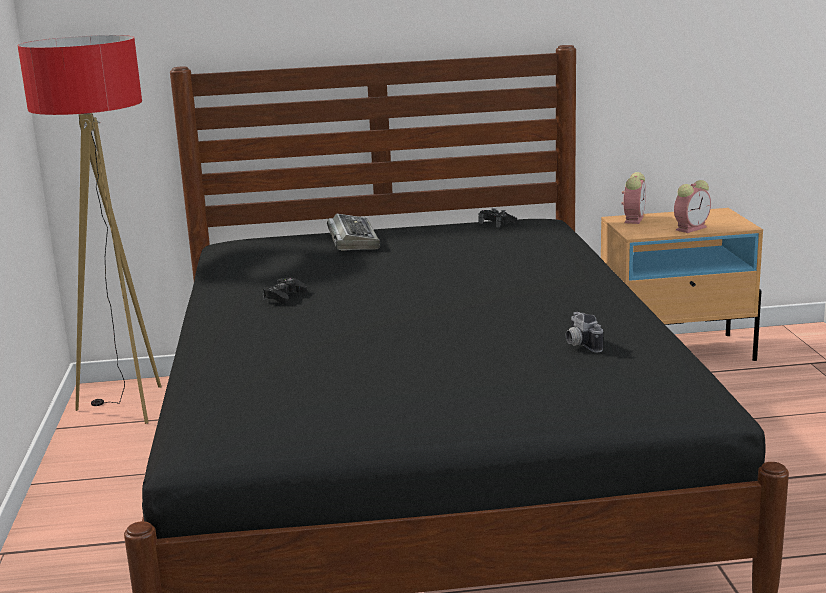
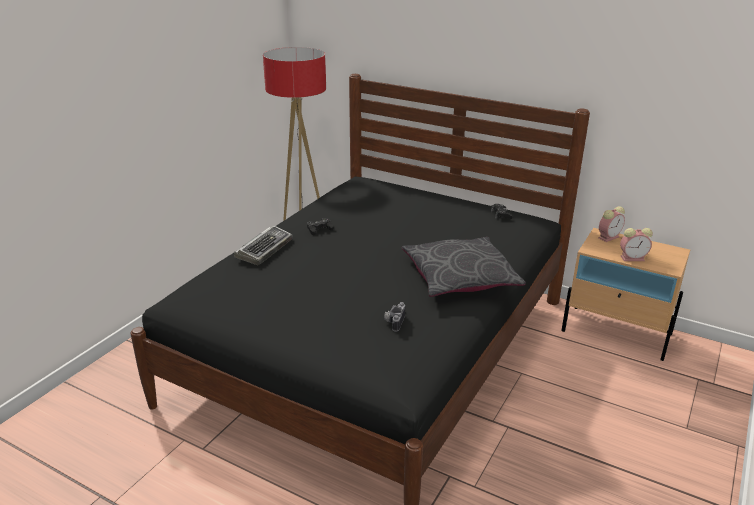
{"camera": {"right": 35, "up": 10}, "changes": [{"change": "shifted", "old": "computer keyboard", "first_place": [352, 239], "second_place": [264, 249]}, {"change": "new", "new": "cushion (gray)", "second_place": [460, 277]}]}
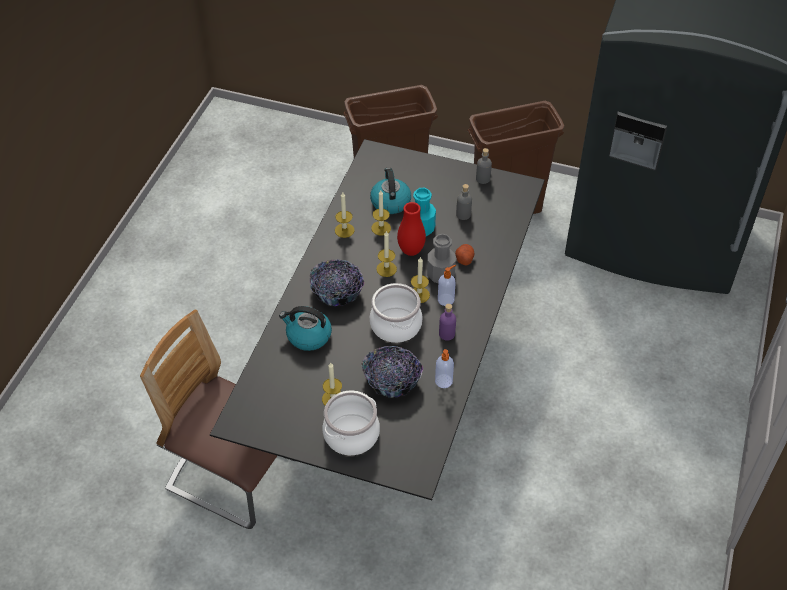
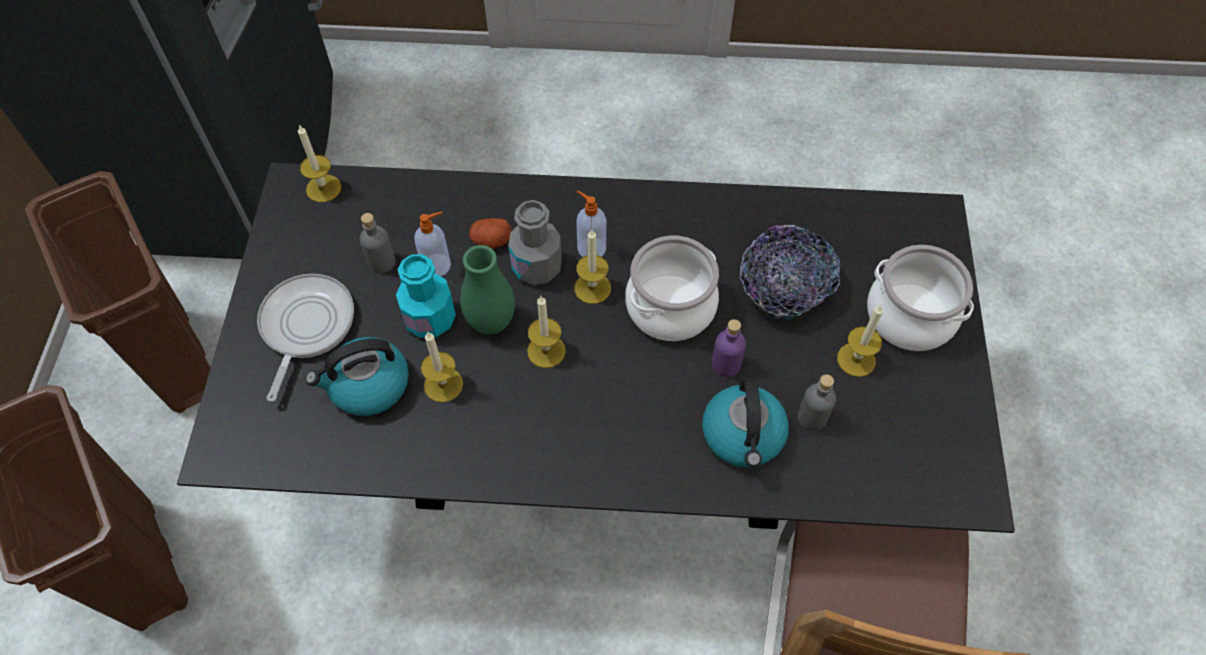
{"camera": {"right": -105, "up": 10}, "changes": [{"change": "gone", "old": "bowl", "first_place": [336, 291]}, {"change": "shifted", "old": "wax light", "first_place": [344, 230], "second_place": [323, 188]}, {"change": "repainted", "old": "flower vase (reddish)", "new": "flower vase (green)", "first_place": [411, 251], "second_place": [491, 322]}, {"change": "shifted", "old": "soap dispenser", "first_place": [444, 382], "second_place": [437, 265]}, {"change": "shifted", "old": "bottle (purple-coloured)", "first_place": [447, 334], "second_place": [726, 364]}, {"change": "shifted", "old": "bottle (gray)", "first_place": [483, 179], "second_place": [812, 417]}, {"change": "new", "new": "skillet", "second_place": [305, 326]}]}
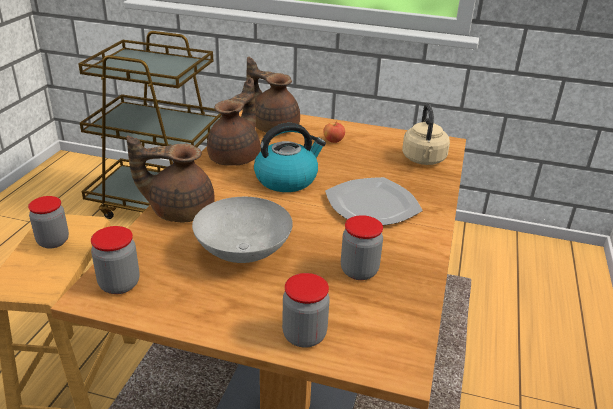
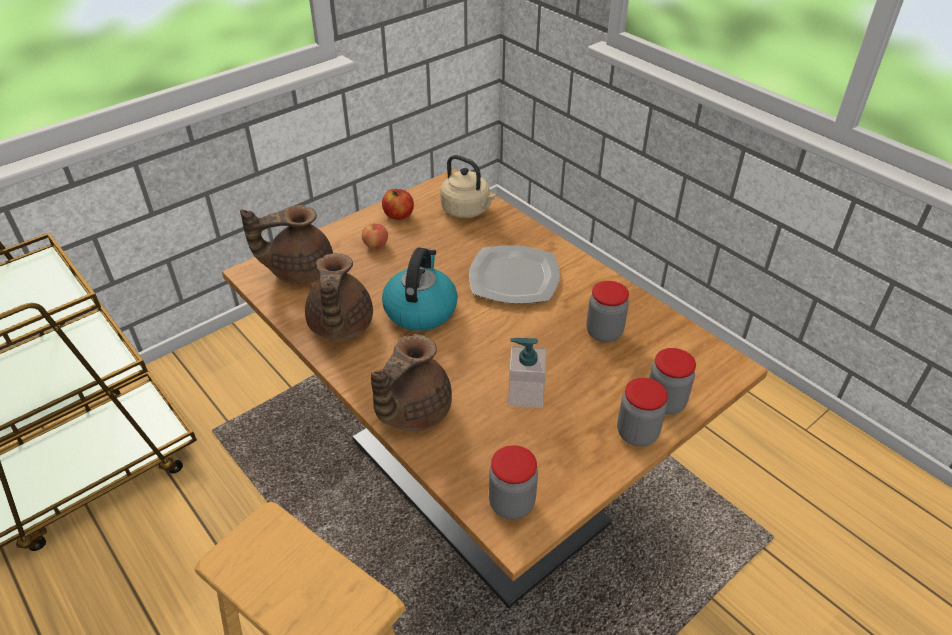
{"camera": {"right": -55, "up": 10}, "changes": [{"change": "shifted", "old": "jar", "first_place": [53, 241], "second_place": [637, 433]}, {"change": "swapped", "old": "bowl (gray)", "new": "soap dispenser", "first_place": [242, 253], "second_place": [525, 394]}, {"change": "rotated", "old": "teapot (brown)", "first_place": [236, 157], "second_place": [339, 327], "degrees": -150}, {"change": "new", "new": "apple", "second_place": [398, 215]}]}
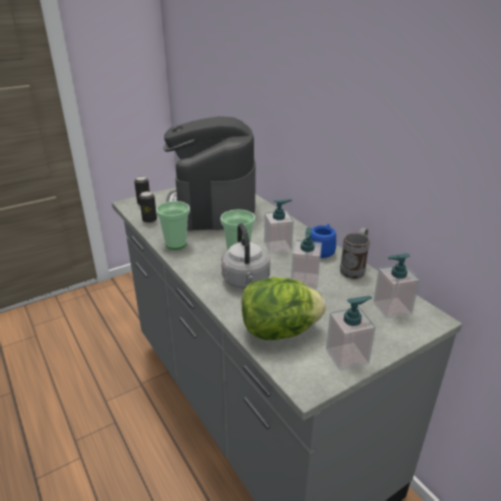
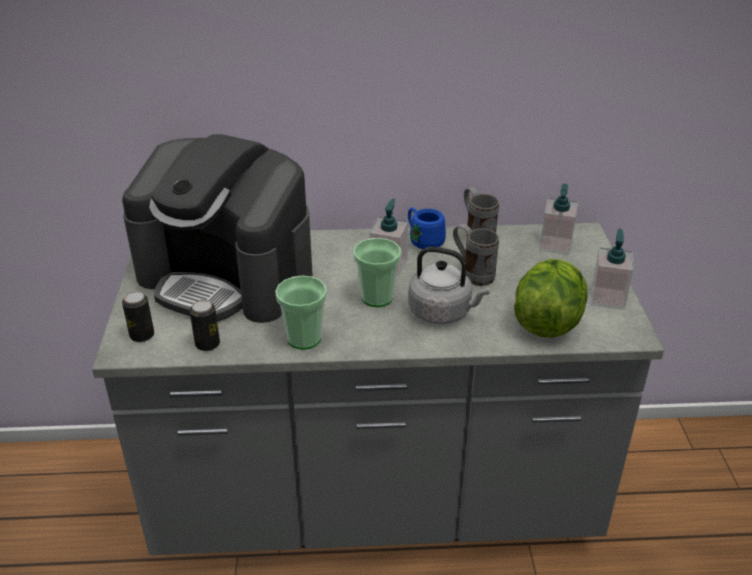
{"camera": {"right": -60, "up": 5}, "changes": [{"change": "swapped", "old": "soap dispenser", "new": "coffee mug (gray)", "first_place": [305, 280], "second_place": [472, 274]}]}
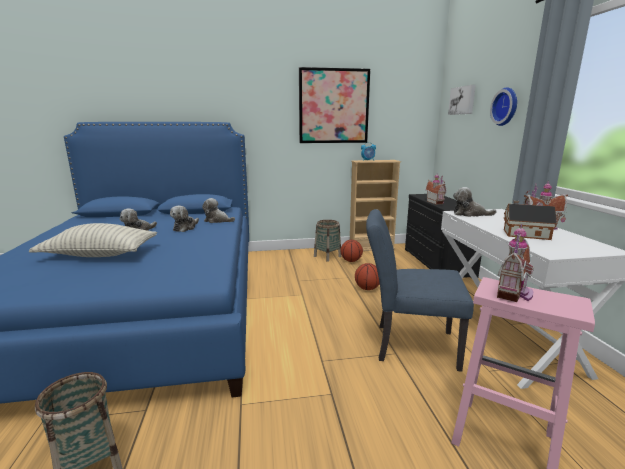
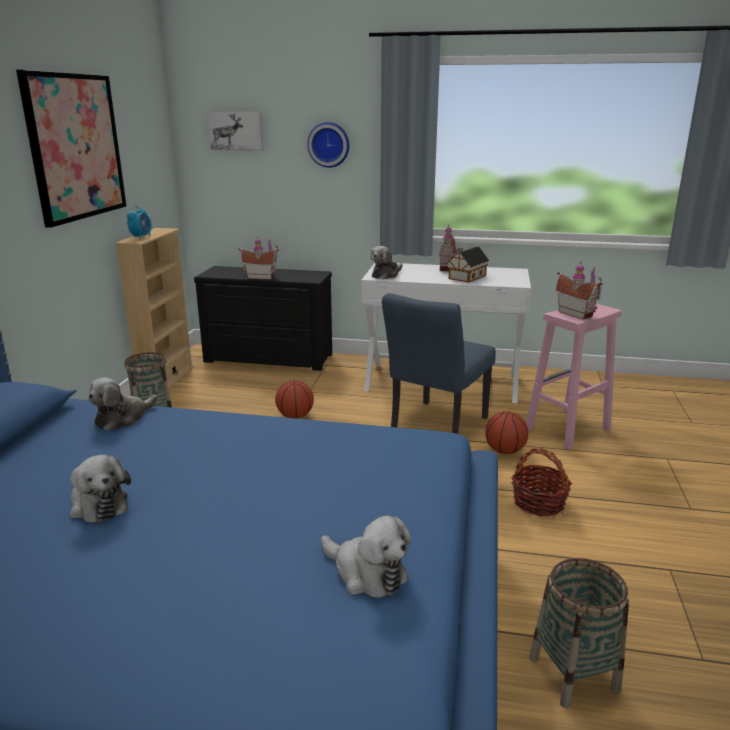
{"camera": {"right": -70, "up": 5}, "changes": [{"change": "gone", "old": "cushion", "first_place": [100, 255]}, {"change": "shifted", "old": "plush toy", "first_place": [185, 228], "second_place": [366, 573]}, {"change": "shifted", "old": "basketball", "first_place": [351, 261], "second_place": [504, 451]}, {"change": "new", "new": "basket", "second_place": [538, 503]}]}
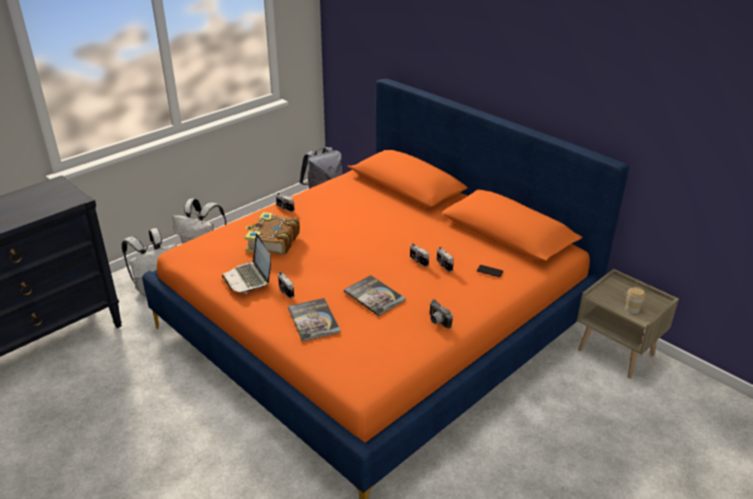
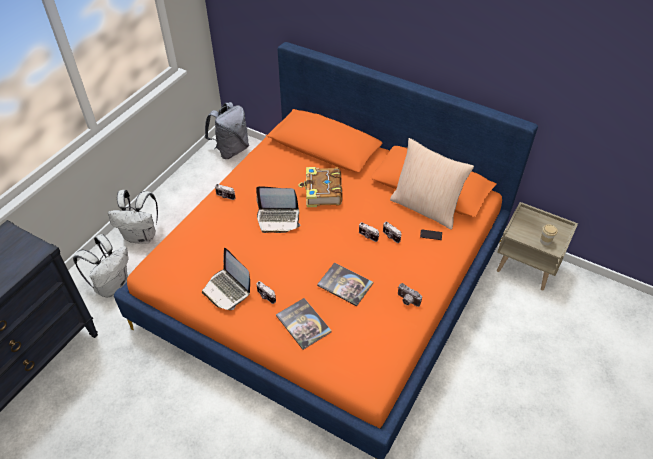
{"camera": {"right": -15, "up": 15}, "changes": [{"change": "shifted", "old": "volume", "first_place": [272, 242], "second_place": [322, 192]}, {"change": "new", "new": "laptop", "second_place": [278, 219]}, {"change": "new", "new": "cushion (beige-coloured)", "second_place": [425, 207]}]}
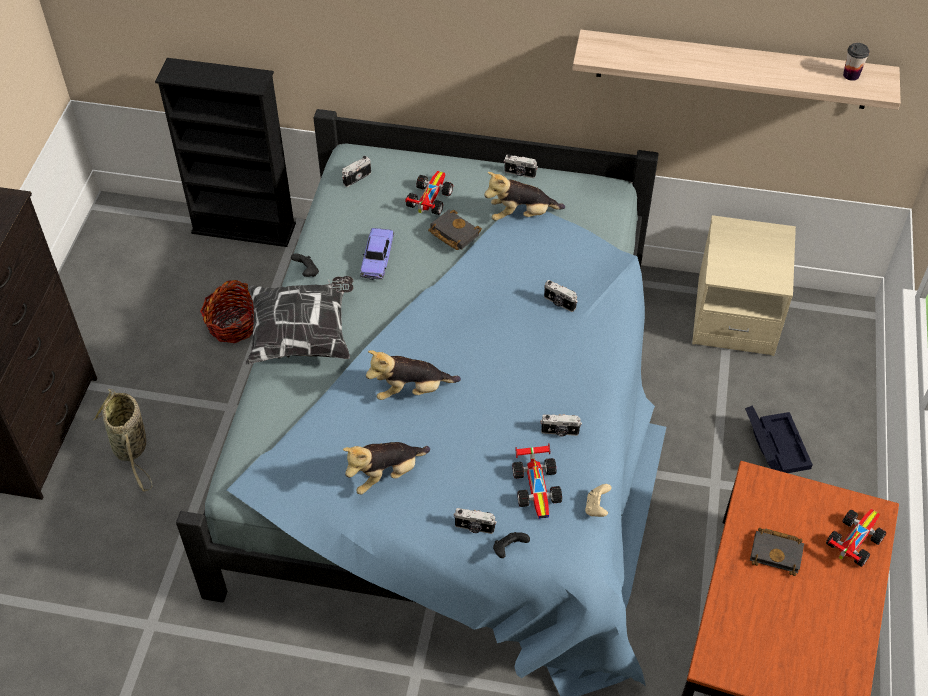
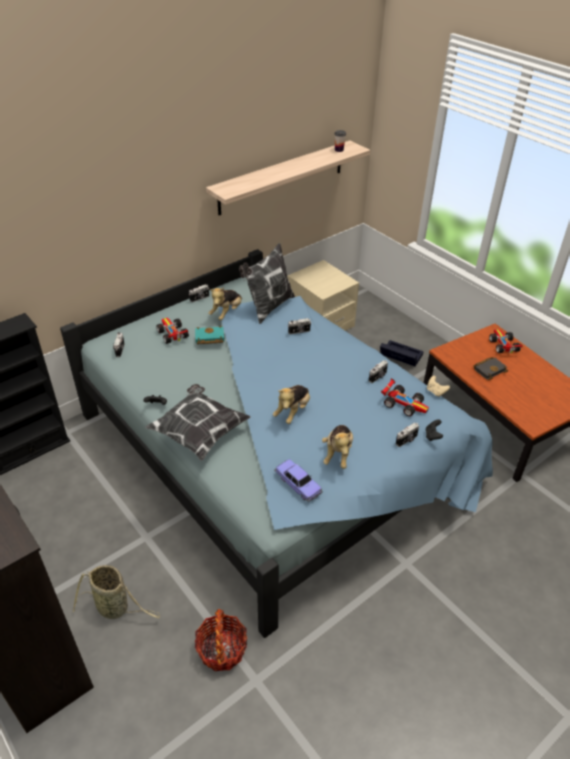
{"camera": {"right": -50, "up": -10}, "changes": [{"change": "shifted", "old": "basket", "first_place": [233, 324], "second_place": [222, 649]}, {"change": "shifted", "old": "model car", "first_place": [377, 259], "second_place": [298, 484]}, {"change": "repainted", "old": "volume (black-coloured)", "new": "volume (blue-green)", "first_place": [452, 233], "second_place": [209, 338]}, {"change": "new", "new": "cushion", "second_place": [268, 307]}]}
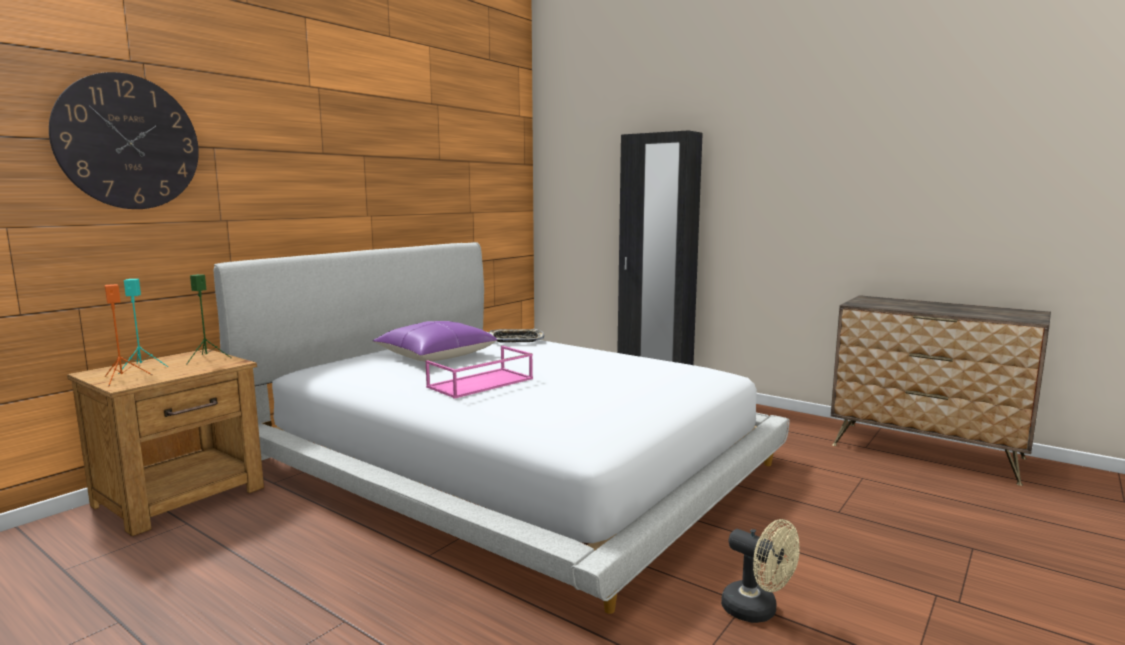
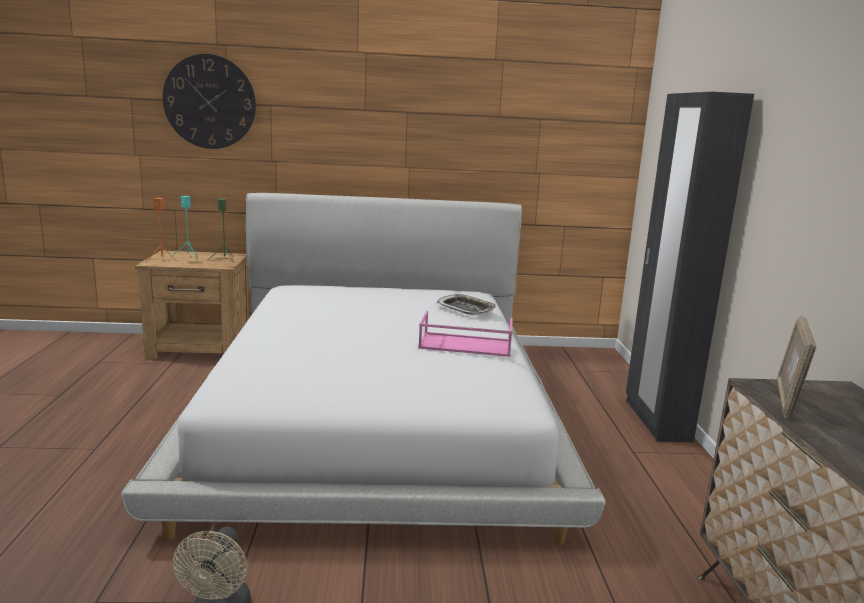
{"camera": {"right": 50, "up": 5}, "changes": [{"change": "gone", "old": "cushion (purple-coloured)", "first_place": [435, 355]}, {"change": "shifted", "old": "tray (pink)", "first_place": [480, 383], "second_place": [464, 345]}, {"change": "new", "new": "picture frame", "second_place": [787, 401]}]}
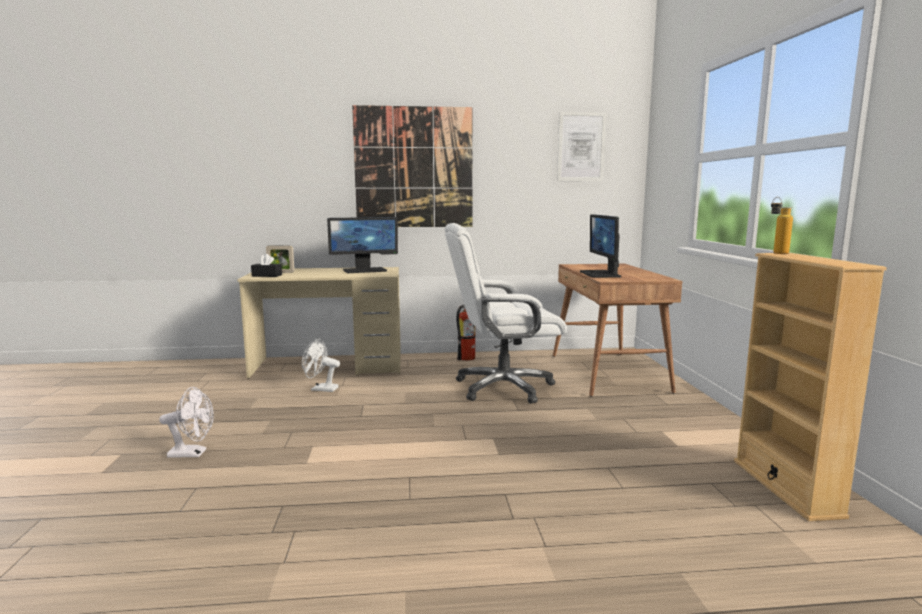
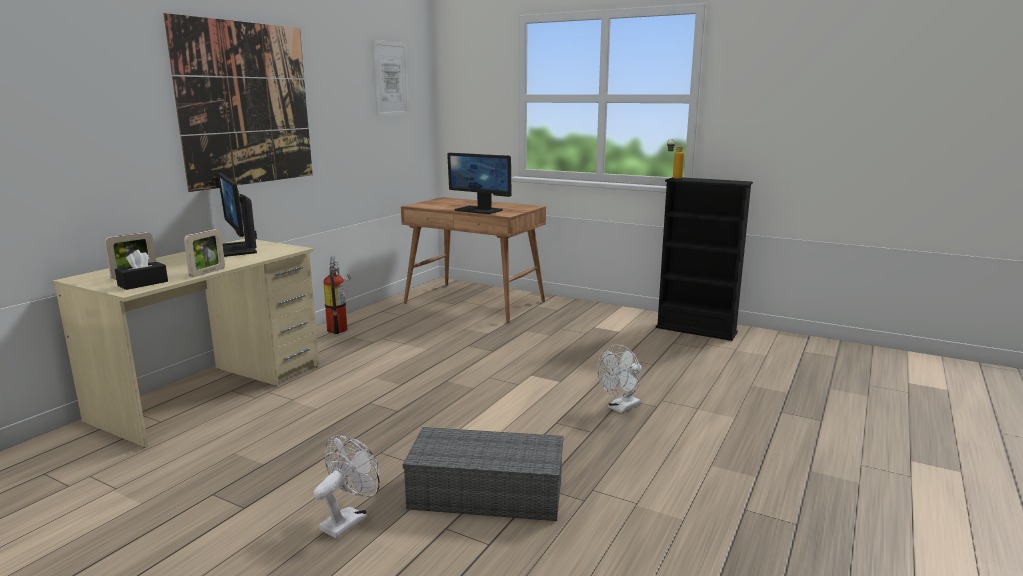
{"camera": {"right": -55, "up": 5}, "changes": [{"change": "shifted", "old": "electric fan (whitish)", "first_place": [320, 389], "second_place": [621, 408]}, {"change": "rotated", "old": "computer screen", "first_place": [365, 270], "second_place": [235, 249], "degrees": 135}, {"change": "gone", "old": "computer chair (whitish)", "first_place": [502, 387]}, {"change": "repainted", "old": "shelving unit (beige-coloured)", "new": "shelving unit (black-coloured)", "first_place": [786, 487], "second_place": [696, 330]}, {"change": "new", "new": "picture frame", "second_place": [207, 272]}, {"change": "new", "new": "storage bin (gray)", "second_place": [484, 494]}]}
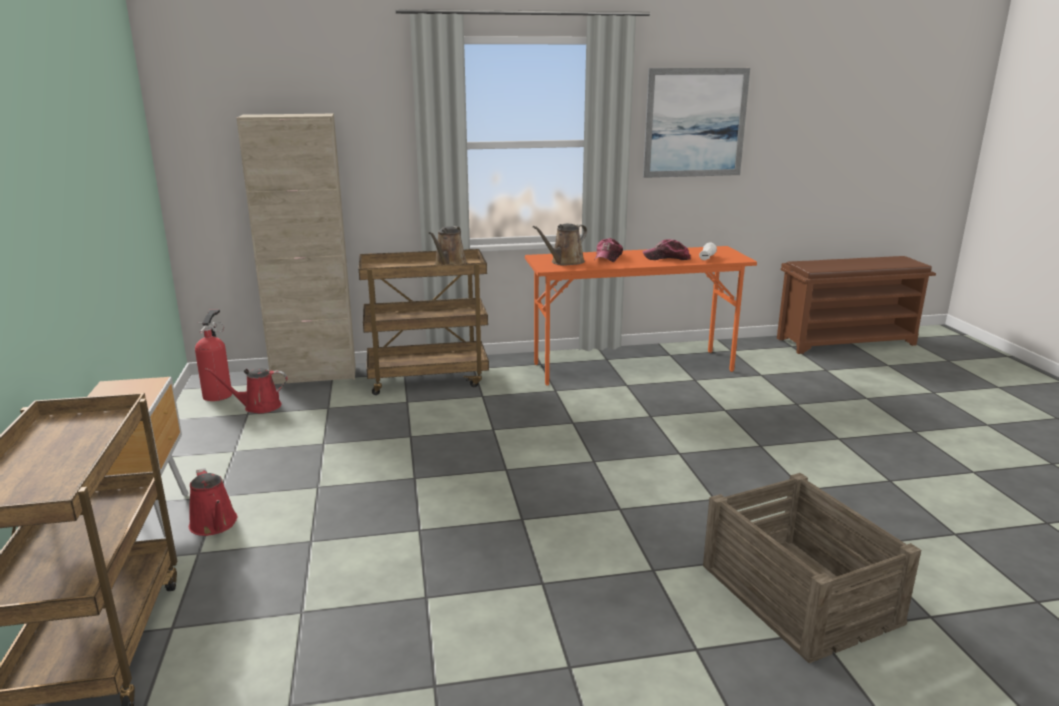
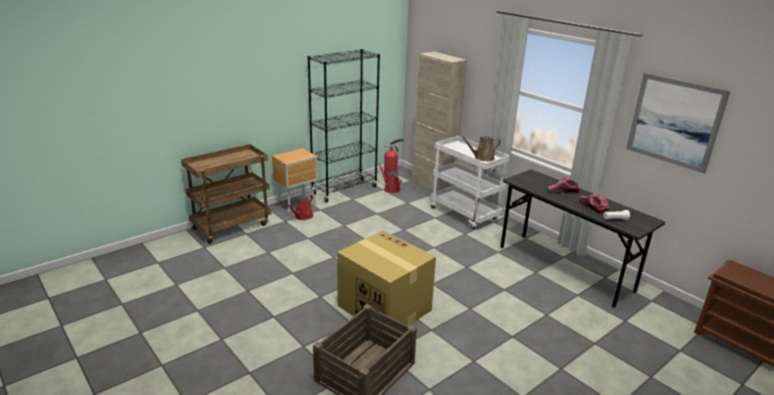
{"camera": {"right": 60, "up": 5}, "changes": [{"change": "repainted", "old": "cart (brown)", "new": "cart (whitish)", "first_place": [428, 378], "second_place": [465, 214]}, {"change": "repainted", "old": "desk unit (orange)", "new": "desk unit (gray)", "first_place": [633, 367], "second_place": [565, 268]}, {"change": "gone", "old": "sprinkling can (brown)", "first_place": [565, 262]}, {"change": "new", "new": "shelving unit (black-coloured)", "second_place": [344, 190]}, {"change": "new", "new": "cardboard box", "second_place": [383, 307]}]}
